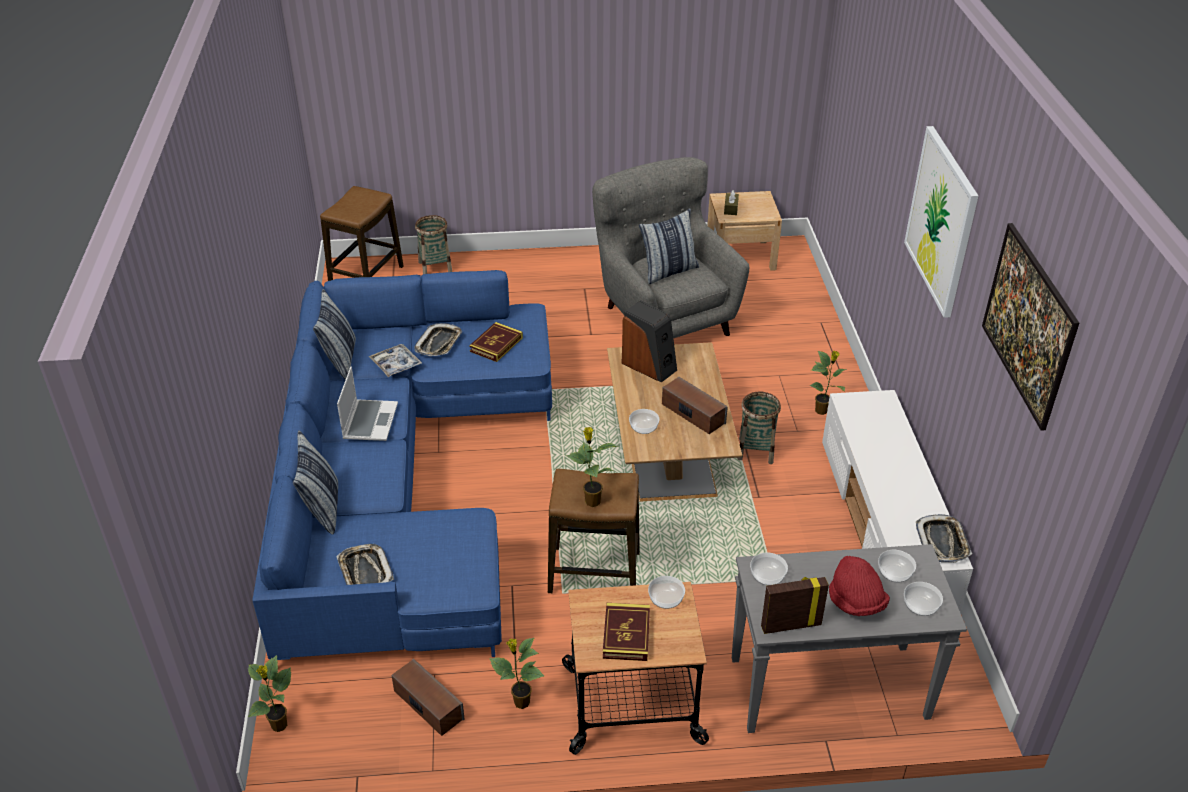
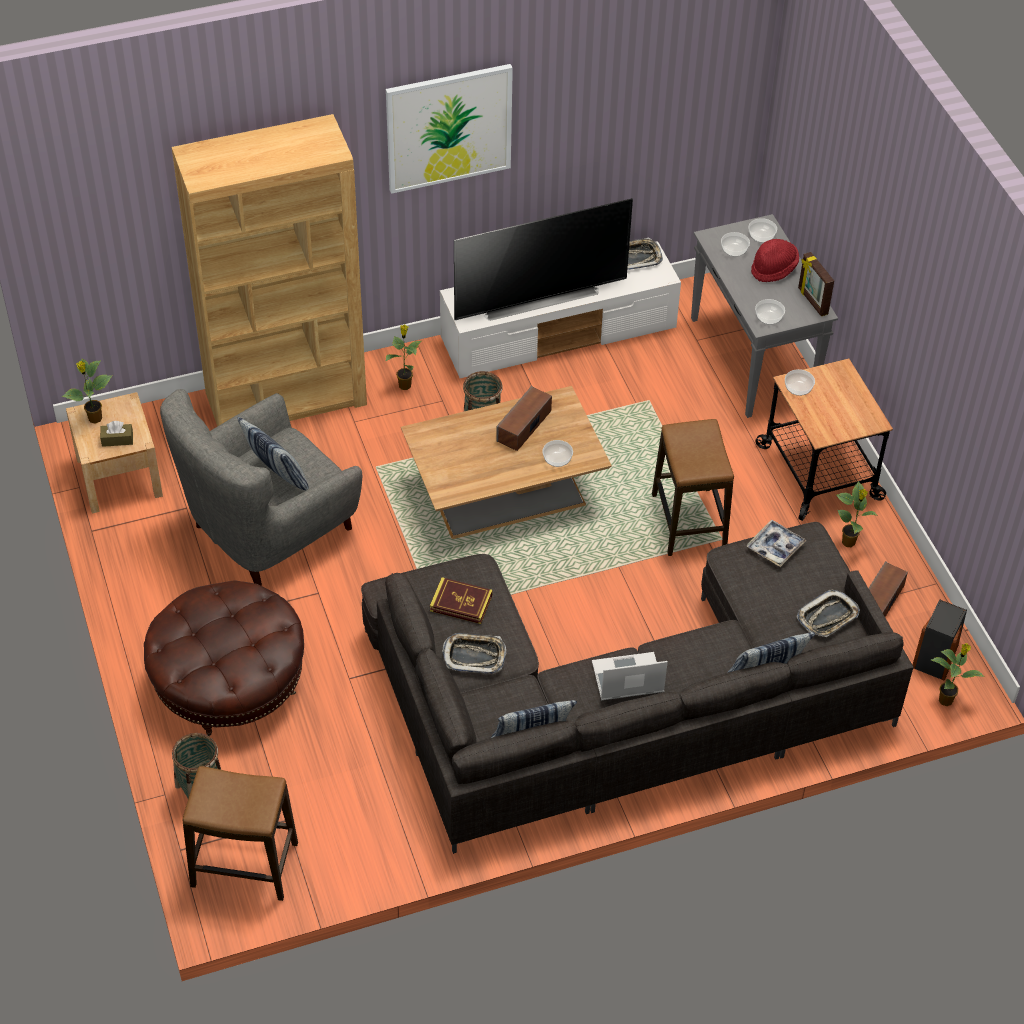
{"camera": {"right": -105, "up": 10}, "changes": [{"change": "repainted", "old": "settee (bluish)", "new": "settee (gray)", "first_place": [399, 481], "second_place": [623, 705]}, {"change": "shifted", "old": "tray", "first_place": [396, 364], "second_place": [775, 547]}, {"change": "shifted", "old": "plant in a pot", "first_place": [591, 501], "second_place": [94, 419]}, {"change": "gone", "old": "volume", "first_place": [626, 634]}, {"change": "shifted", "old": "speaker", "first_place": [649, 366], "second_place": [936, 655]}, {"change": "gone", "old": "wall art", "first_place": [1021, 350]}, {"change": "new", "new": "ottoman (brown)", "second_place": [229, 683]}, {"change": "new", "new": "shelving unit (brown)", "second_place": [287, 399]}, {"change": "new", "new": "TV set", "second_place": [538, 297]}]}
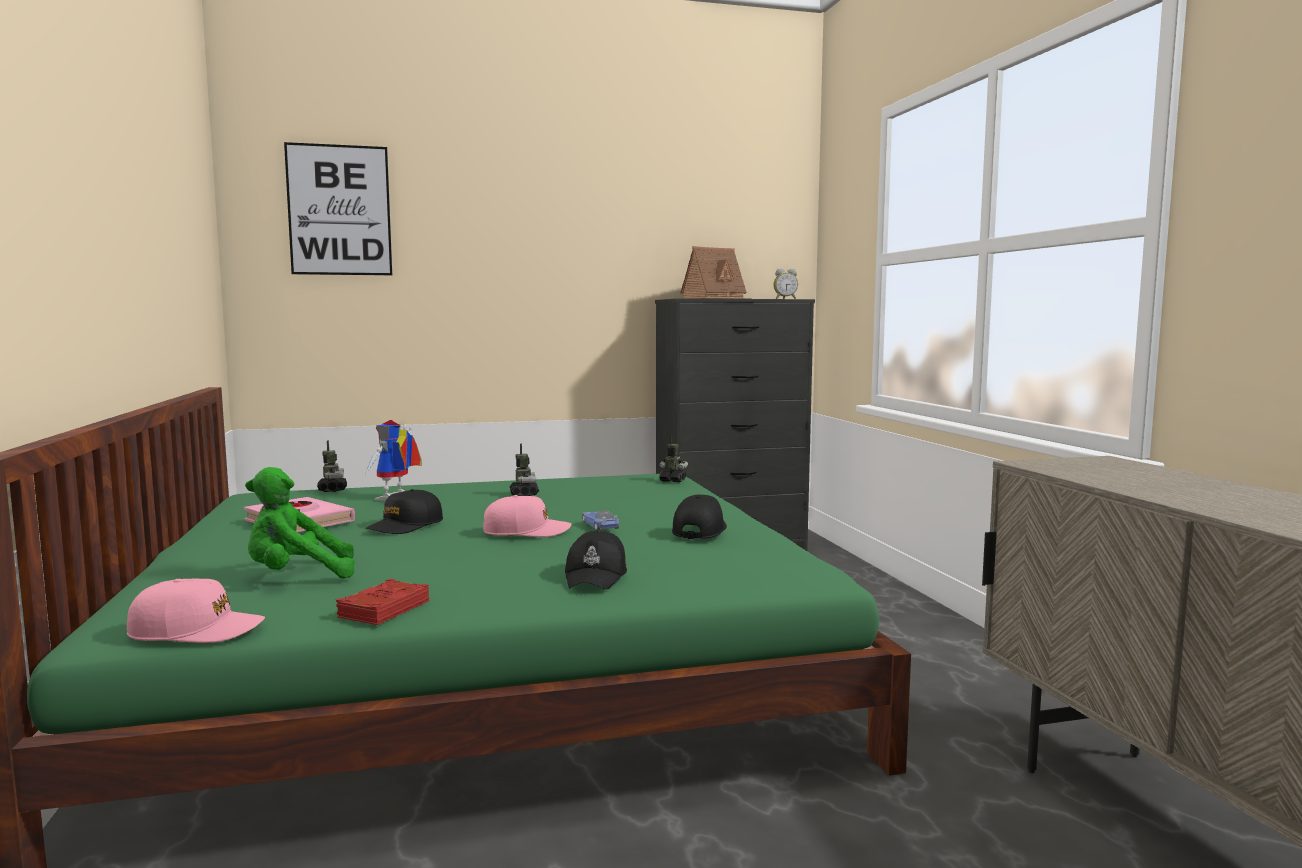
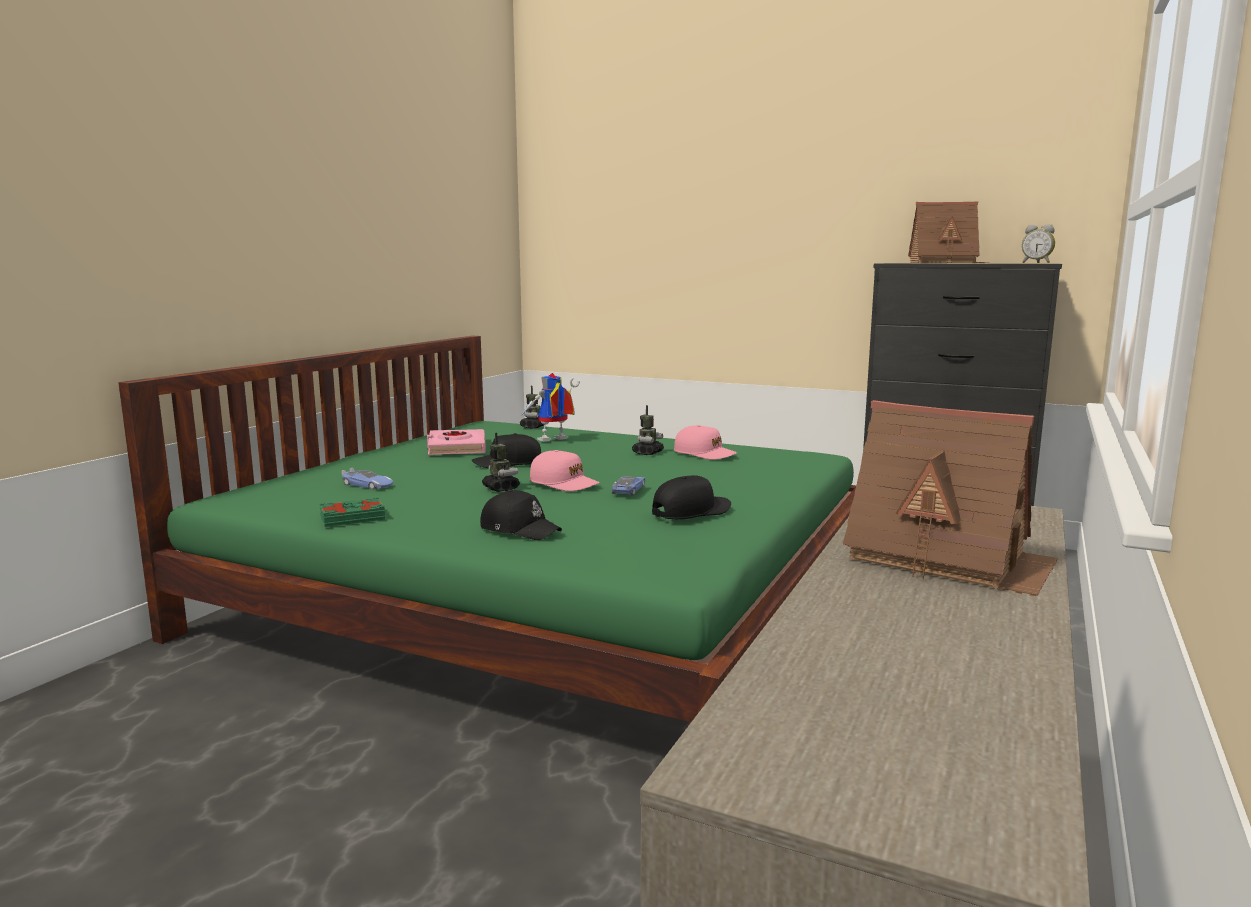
{"camera": {"right": 40, "up": 5}, "changes": [{"change": "shifted", "old": "peaked cap (pink)", "first_place": [197, 630], "second_place": [704, 454]}, {"change": "swapped", "old": "plush toy (green)", "new": "model car", "first_place": [297, 576], "second_place": [367, 485]}, {"change": "gone", "old": "wall art", "first_place": [339, 210]}, {"change": "repainted", "old": "volume (reddish)", "new": "volume (green)", "first_place": [383, 609], "second_place": [352, 518]}, {"change": "rotated", "old": "peaked cap (black-coloured)", "first_place": [597, 576], "second_place": [520, 529], "degrees": -105}, {"change": "shifted", "old": "model robot", "first_place": [672, 481], "second_place": [501, 488]}, {"change": "new", "new": "model house", "second_place": [948, 559]}]}
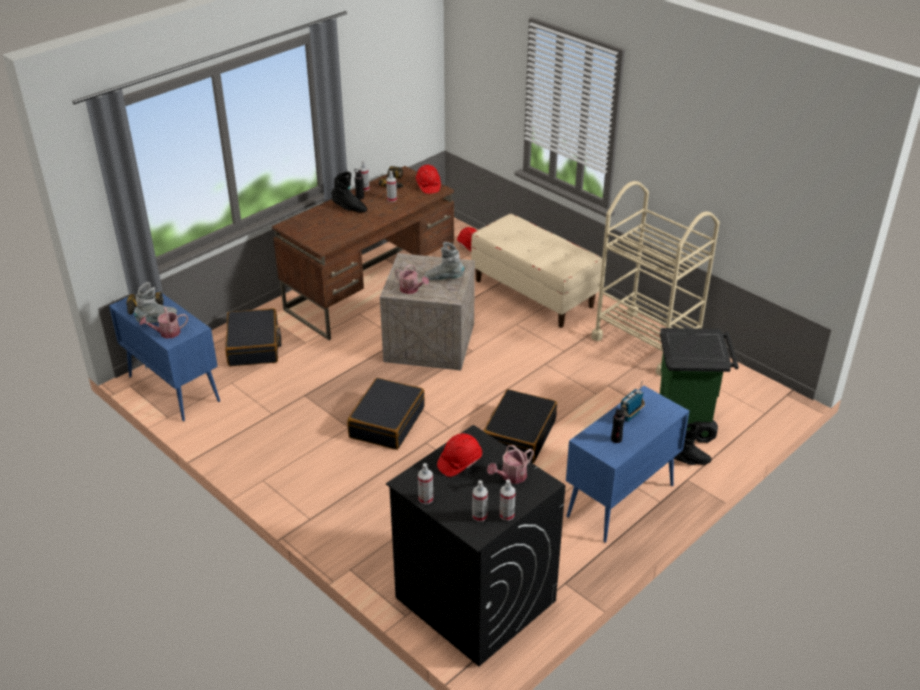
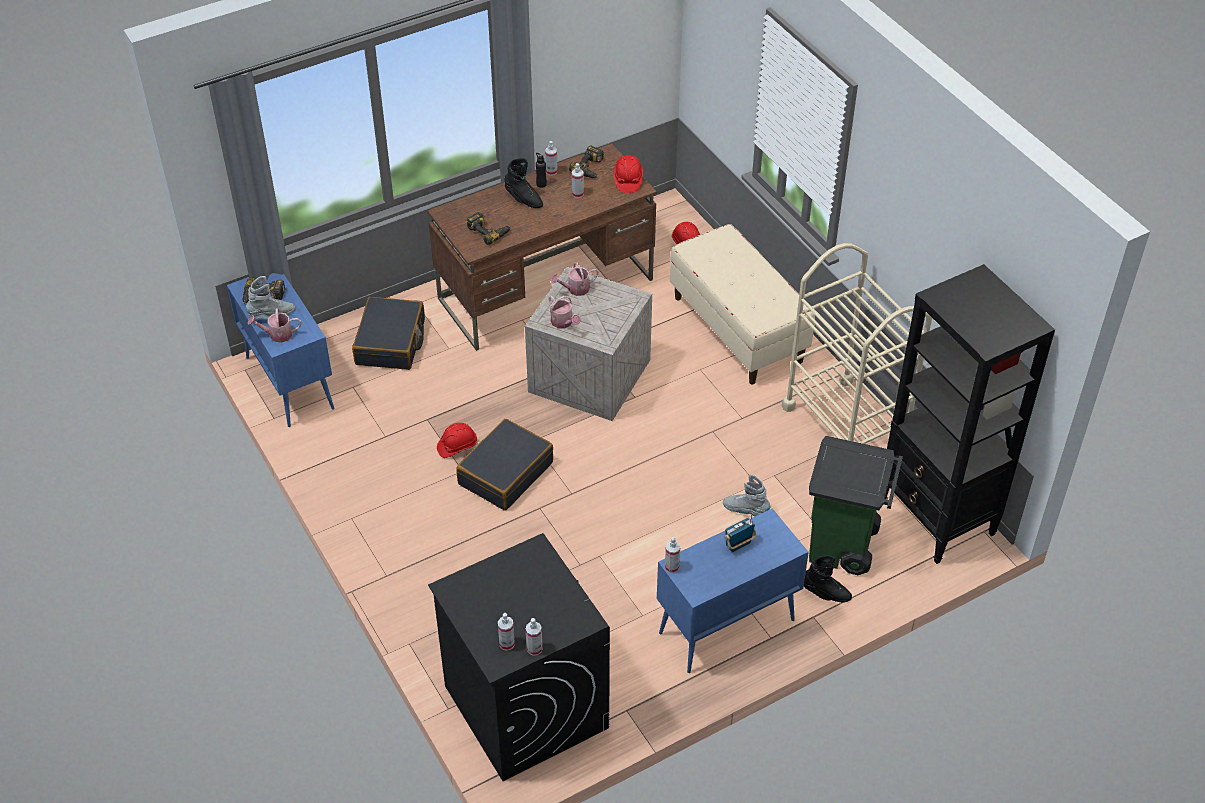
{"camera": {"right": 15, "up": 10}, "changes": [{"change": "shifted", "old": "sprayer", "first_place": [425, 499], "second_place": [672, 567]}, {"change": "shifted", "old": "boot (gray)", "first_place": [444, 278], "second_place": [745, 510]}, {"change": "shifted", "old": "hard hat (reddish)", "first_place": [459, 462], "second_place": [457, 446]}, {"change": "gone", "old": "suitcase (black-coloured)", "first_place": [519, 435]}, {"change": "shifted", "old": "sprinkling can", "first_place": [511, 477], "second_place": [575, 289]}, {"change": "gone", "old": "bottle (black-coloured)", "first_place": [616, 439]}, {"change": "new", "new": "electric drill", "second_place": [489, 231]}, {"change": "new", "new": "shelving unit (black-coloured)", "second_place": [937, 518]}]}
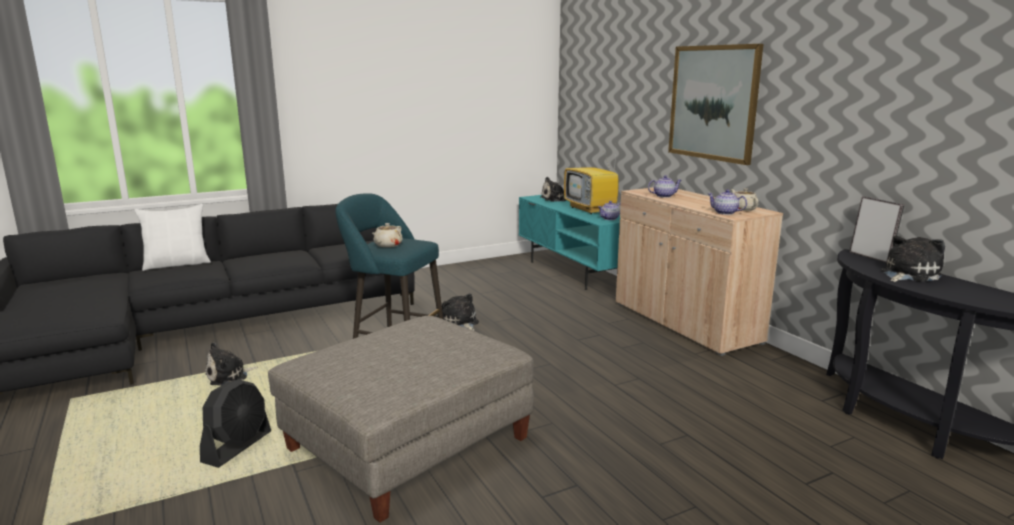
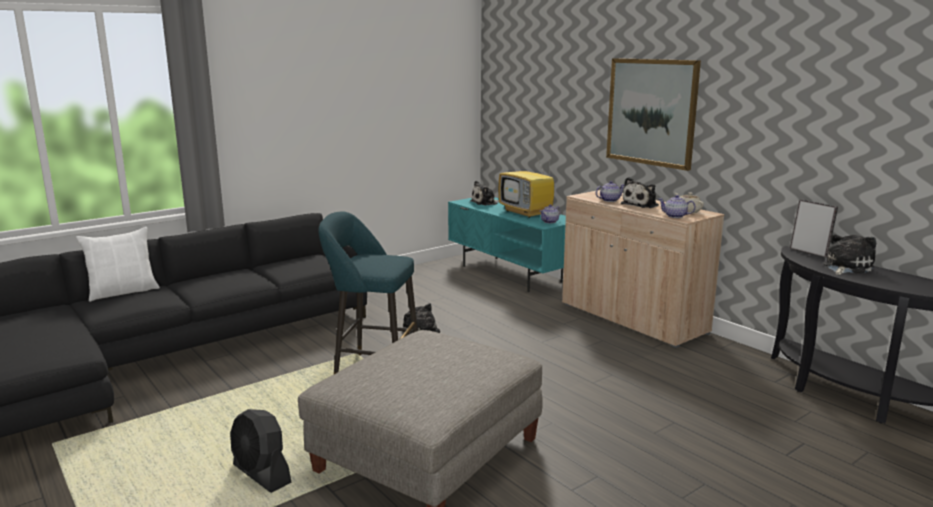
{"camera": {"right": -10, "up": 0}, "changes": [{"change": "rotated", "old": "electric fan (black-coloured)", "first_place": [237, 447], "second_place": [261, 474], "degrees": 120}, {"change": "shifted", "old": "plush toy", "first_place": [229, 376], "second_place": [641, 205]}, {"change": "gone", "old": "teapot (beige-coloured)", "first_place": [387, 245]}]}
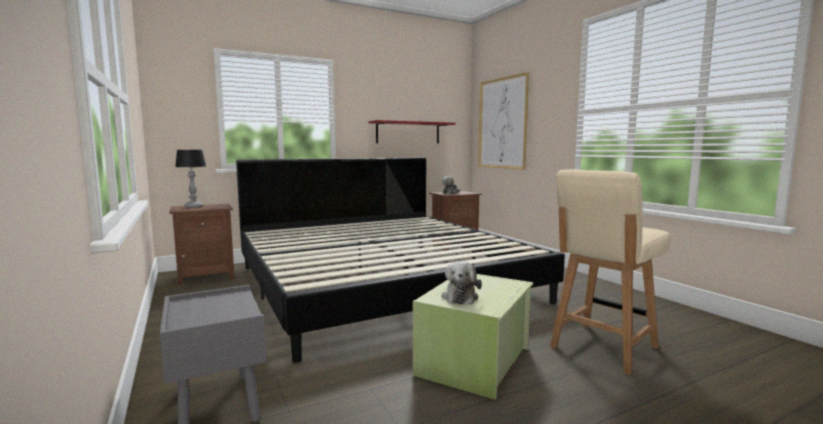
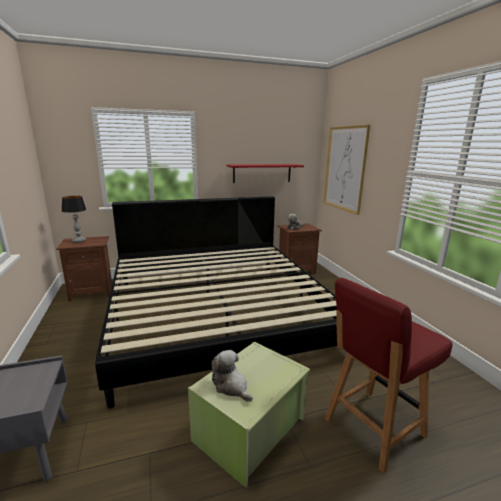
{"camera": {"right": 10, "up": 10}, "changes": [{"change": "rotated", "old": "plush toy", "first_place": [460, 296], "second_place": [231, 386], "degrees": 120}, {"change": "repainted", "old": "upright chair (beige-coloured)", "new": "upright chair (reddish)", "first_place": [602, 347], "second_place": [372, 428]}]}
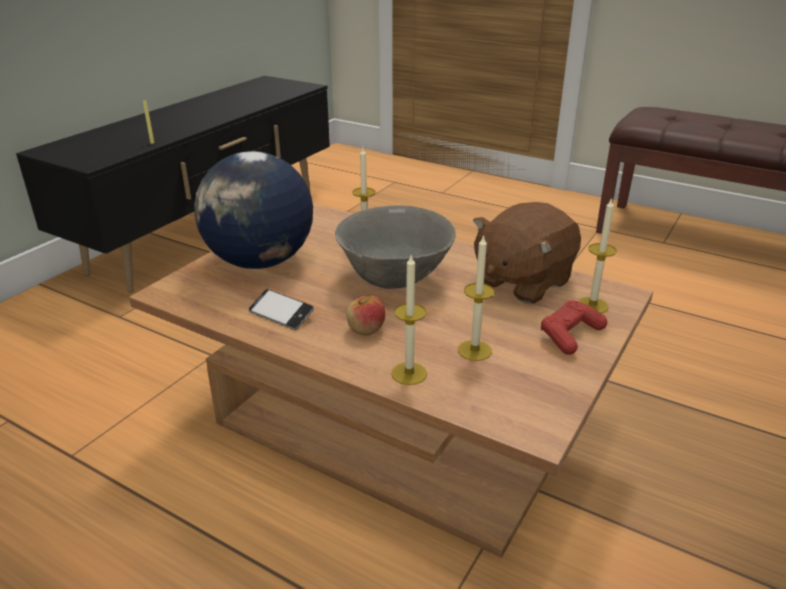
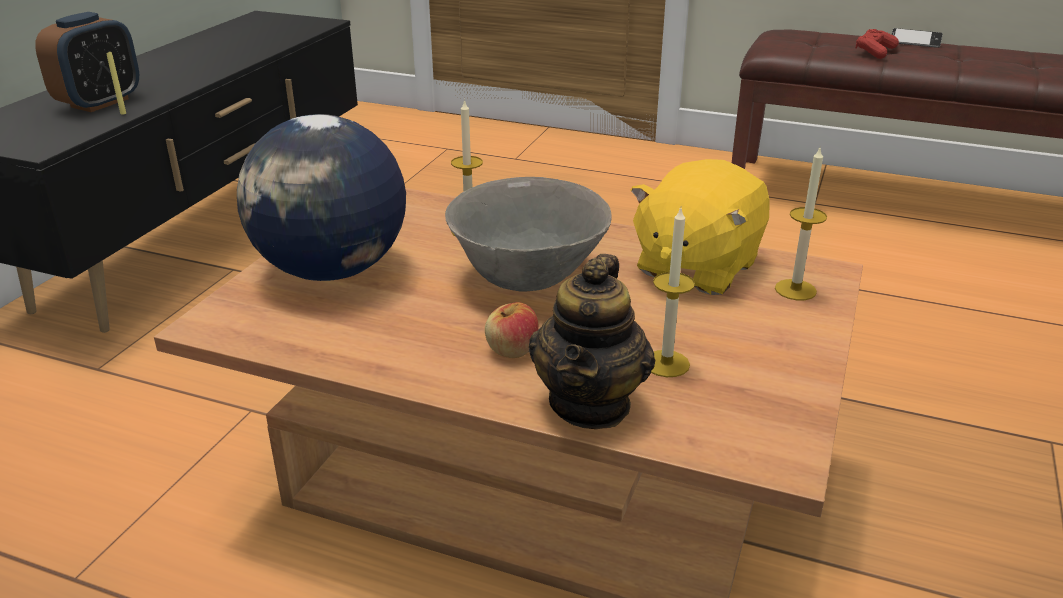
{"camera": {"right": -10, "up": 0}, "changes": [{"change": "shifted", "old": "handset", "first_place": [281, 314], "second_place": [915, 42]}, {"change": "swapped", "old": "wax light", "new": "teapot", "first_place": [409, 373], "second_place": [590, 403]}, {"change": "repainted", "old": "plush toy (brown)", "new": "plush toy (yellow-coloured)", "first_place": [521, 281], "second_place": [695, 267]}, {"change": "shifted", "old": "game controller (reddish)", "first_place": [570, 335], "second_place": [875, 51]}, {"change": "new", "new": "alarm clock", "second_place": [100, 103]}]}
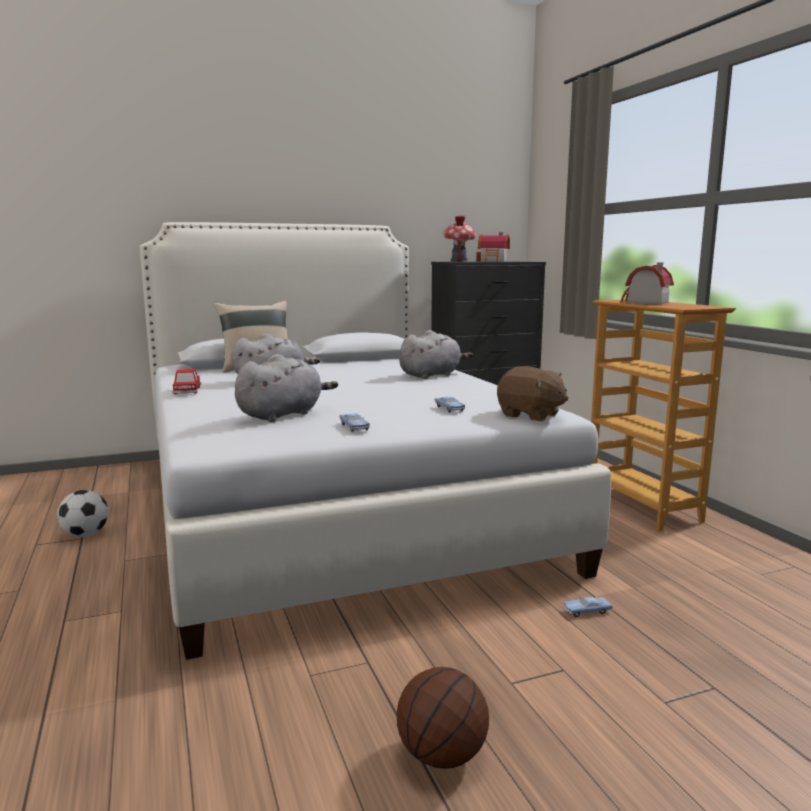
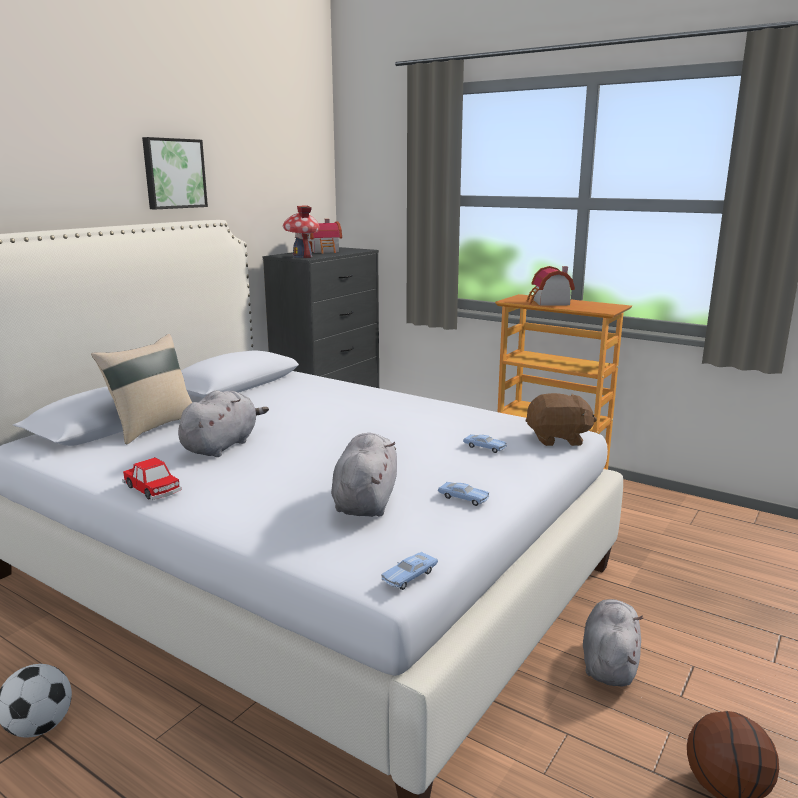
{"camera": {"right": -35, "up": 5}, "changes": [{"change": "shifted", "old": "plush toy (gray)", "first_place": [431, 375], "second_place": [609, 662]}, {"change": "shifted", "old": "model car (bluish)", "first_place": [587, 611], "second_place": [409, 576]}, {"change": "new", "new": "wall art", "second_place": [173, 173]}]}
